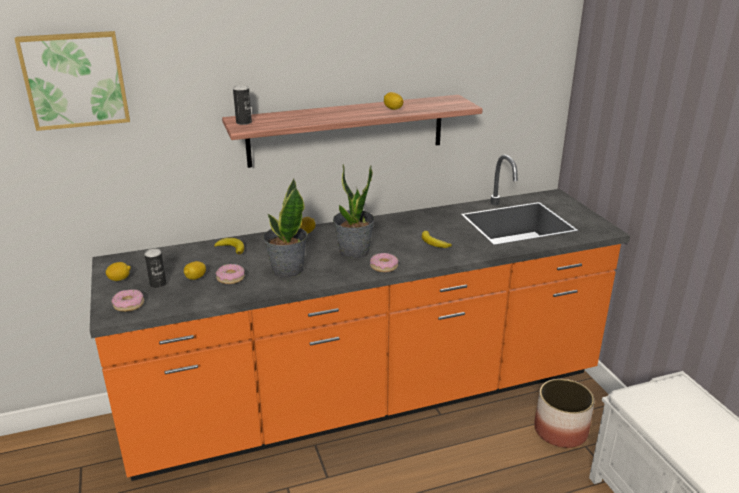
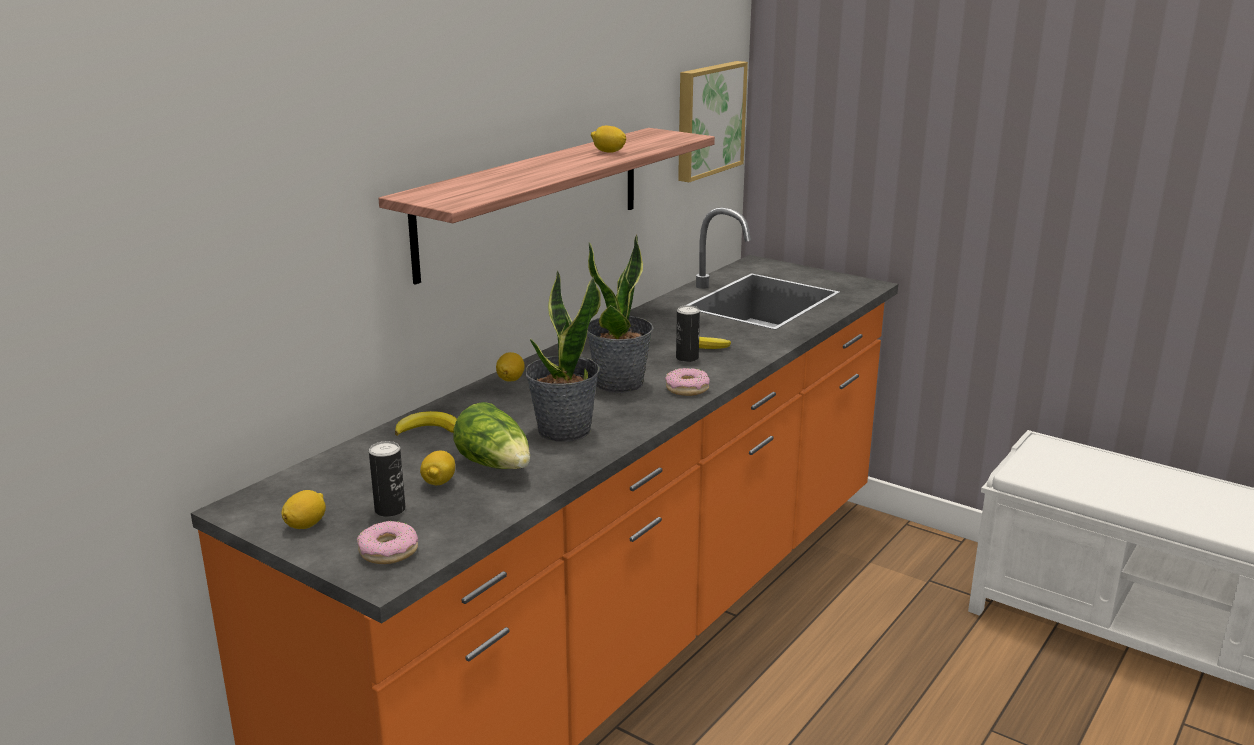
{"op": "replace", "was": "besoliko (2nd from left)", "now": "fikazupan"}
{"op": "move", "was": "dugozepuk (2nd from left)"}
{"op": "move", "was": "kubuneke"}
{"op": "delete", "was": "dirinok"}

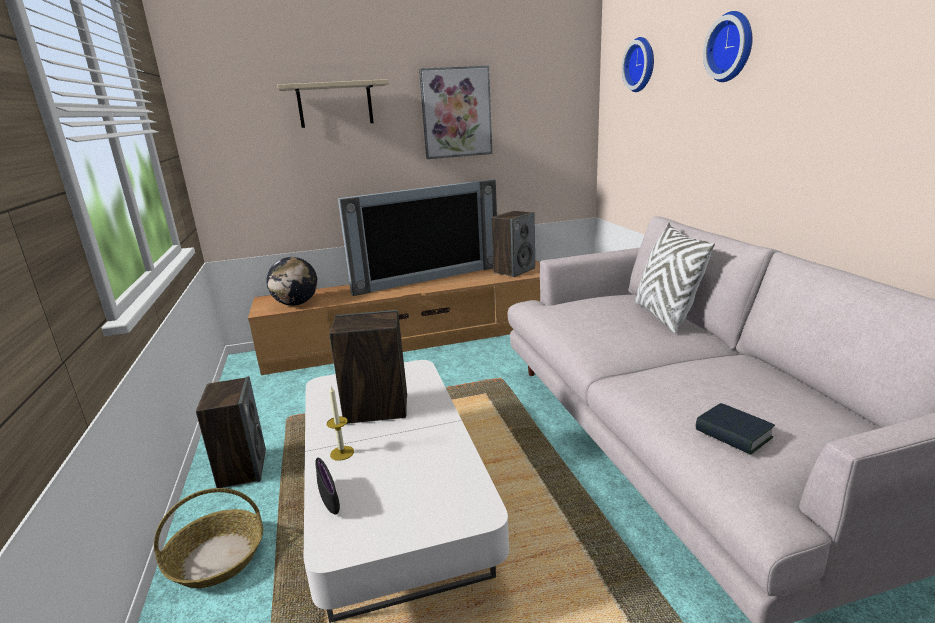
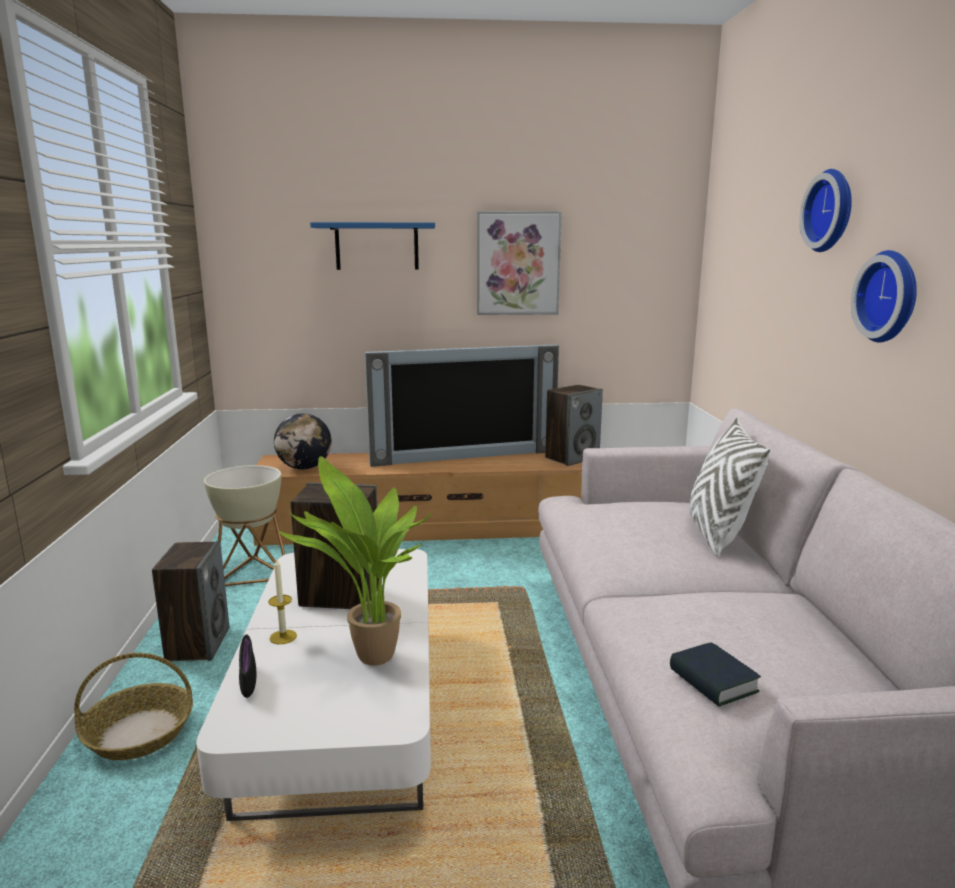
{"op": "insert", "now": "dirinok"}
{"op": "insert", "now": "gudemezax"}
{"op": "recolor", "was": "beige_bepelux", "now": "blue_bepelux"}
{"op": "move", "was": "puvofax (1st from left in the first image)", "now": "puvofax (2nd from left)"}

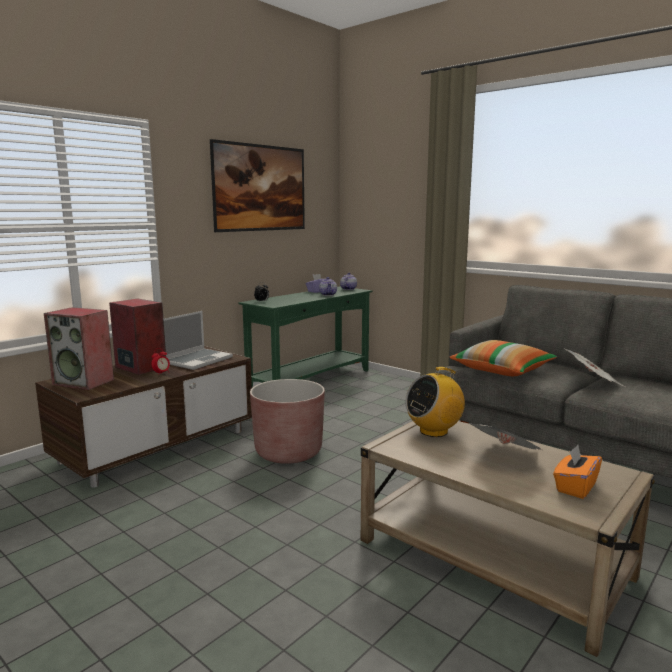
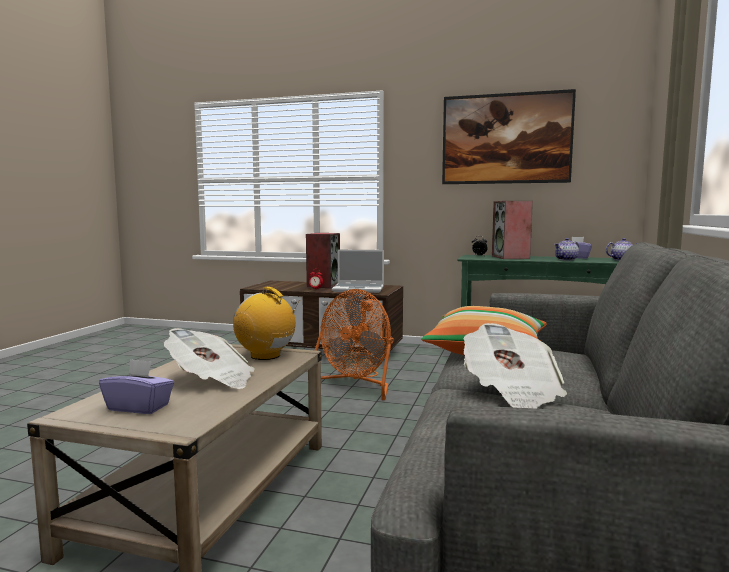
{"op": "recolor", "was": "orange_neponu", "now": "purple_neponu (1st from left)"}
{"op": "replace", "was": "brown_dirinok", "now": "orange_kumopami"}
{"op": "move", "was": "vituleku (1st from left in the first image)", "now": "vituleku (2nd from left)"}

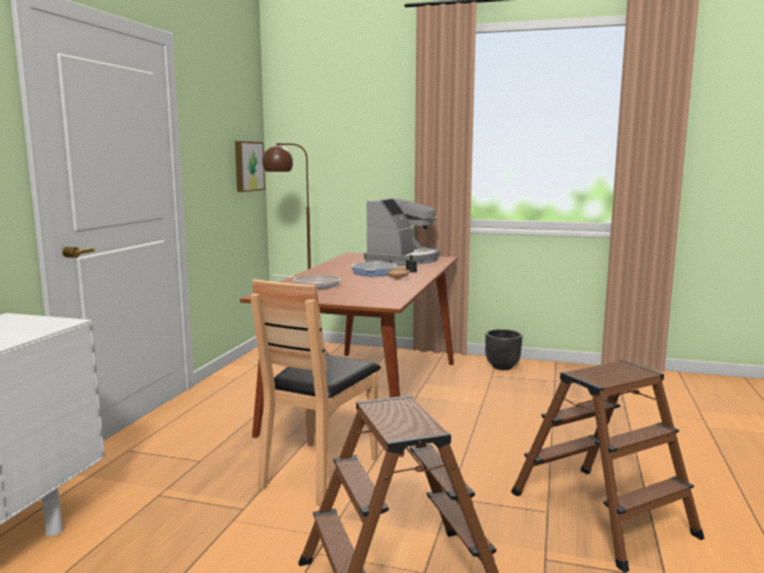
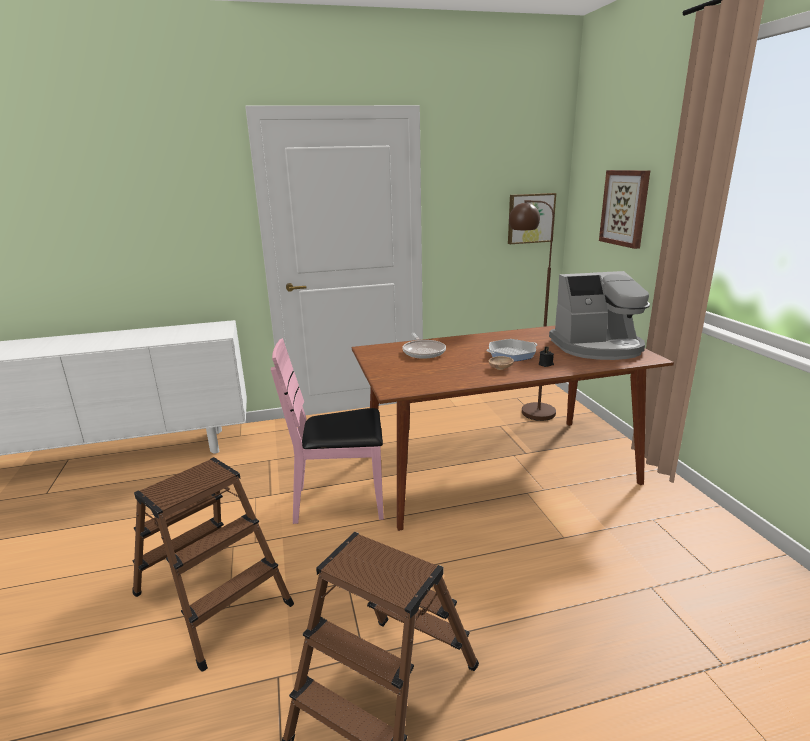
{"op": "recolor", "was": "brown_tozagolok", "now": "pink_tozagolok"}
{"op": "insert", "now": "kubuneke (2nd from left)"}
{"op": "delete", "was": "black_dirinok"}

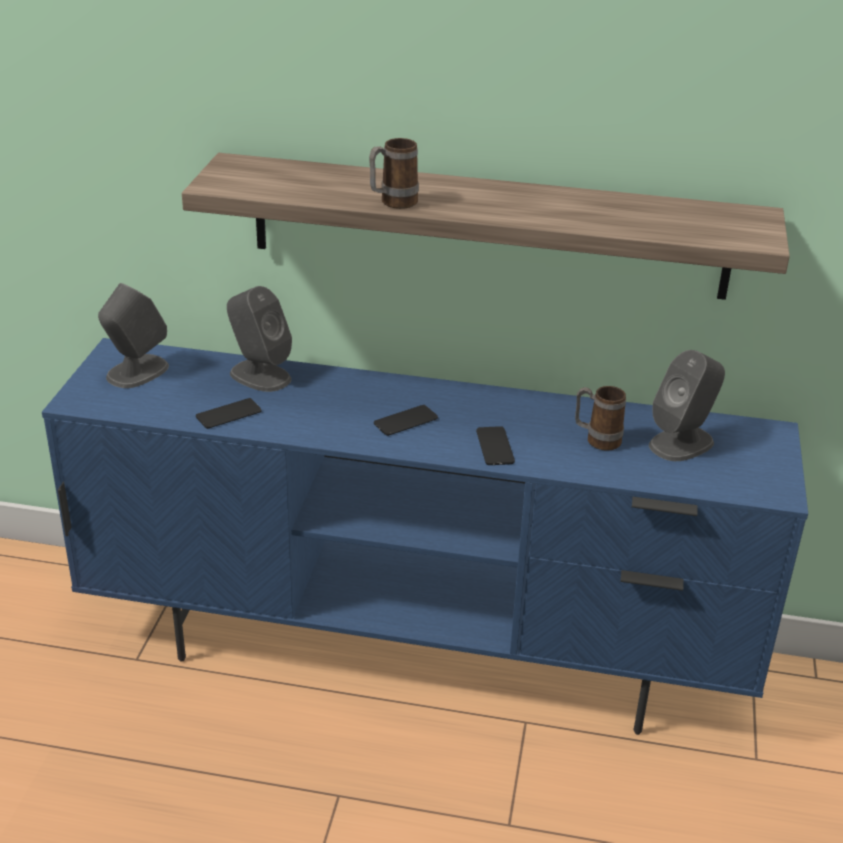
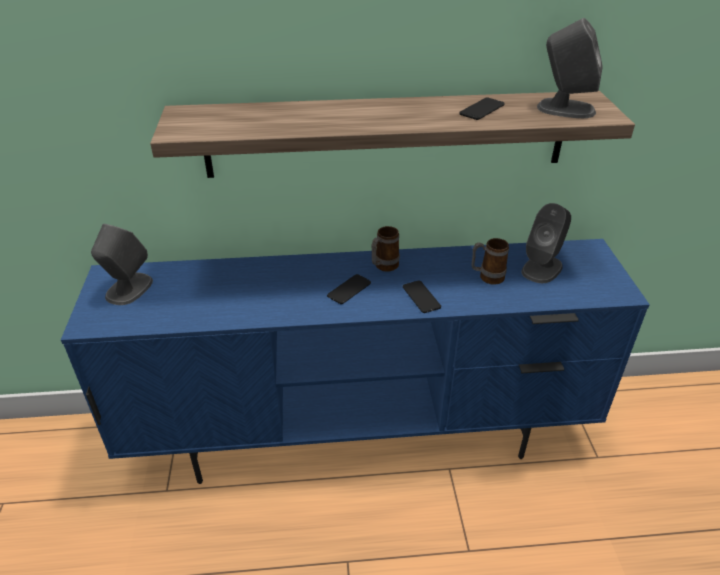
{"op": "move", "was": "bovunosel (1st from left)"}
{"op": "move", "was": "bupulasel (1st from left in the first image)", "now": "bupulasel (3rd from left)"}
{"op": "move", "was": "grey_vituleku (2nd from left in the first image)", "now": "grey_vituleku (3rd from left)"}

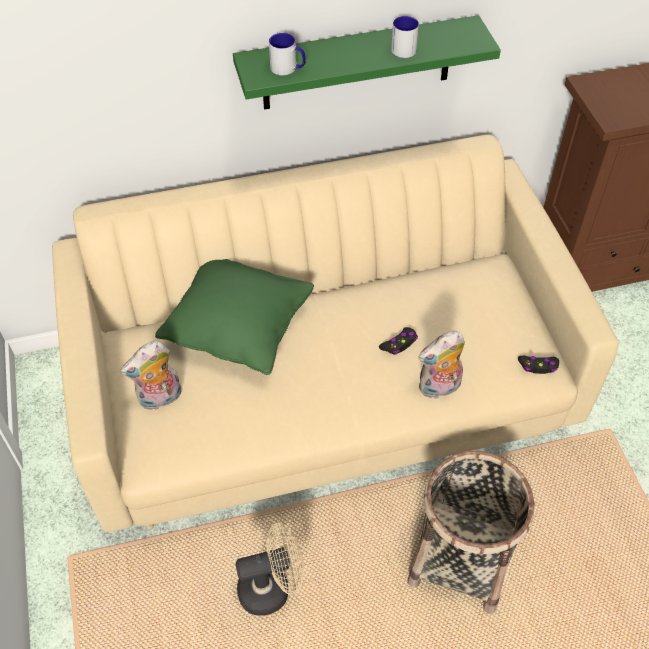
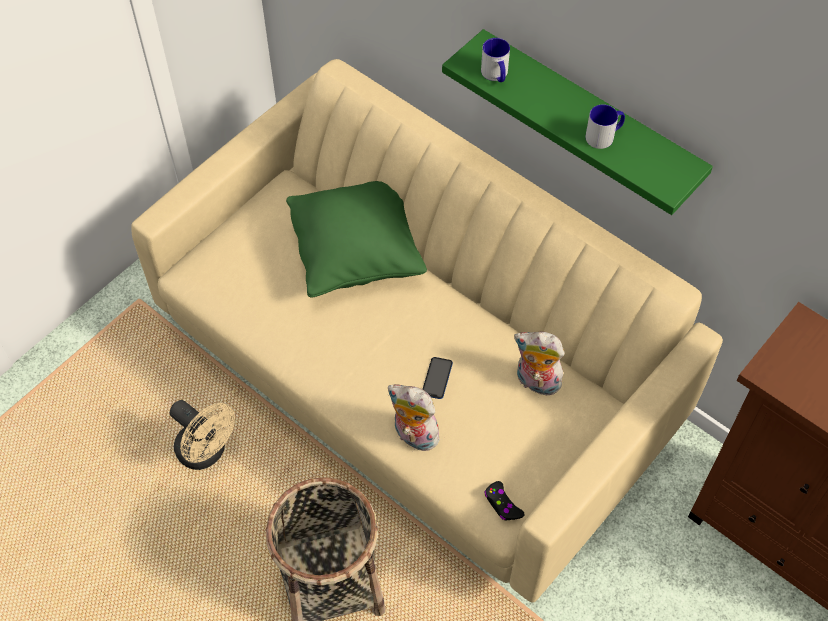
{"op": "replace", "was": "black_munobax (1st from left)", "now": "bupulasel"}
{"op": "move", "was": "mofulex (1st from left in the first image)", "now": "mofulex (2nd from left)"}

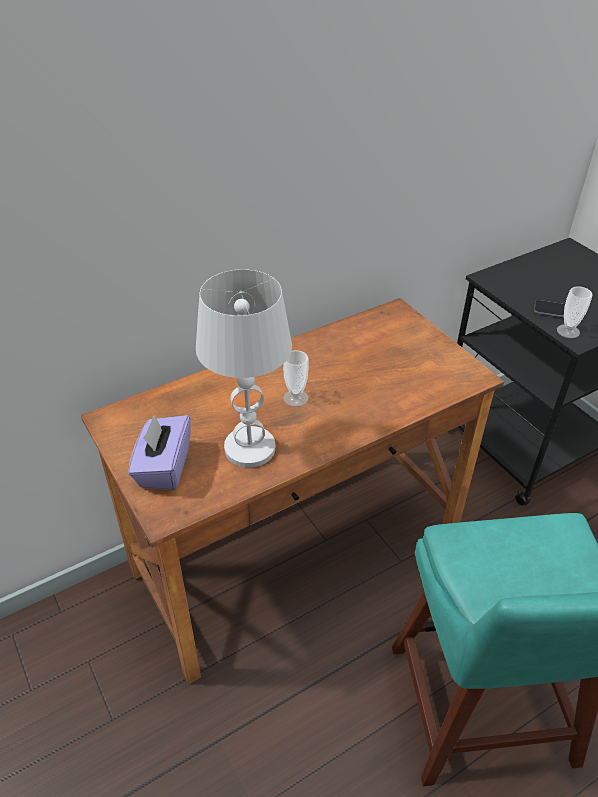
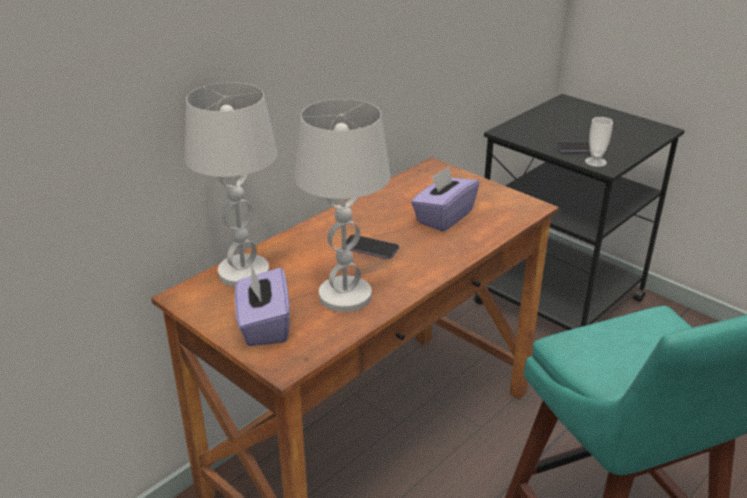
{"op": "insert", "now": "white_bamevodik (1st from left)"}
{"op": "replace", "was": "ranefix (1st from left)", "now": "bupulasel (1st from left)"}
{"op": "insert", "now": "purple_neponu (2nd from left)"}

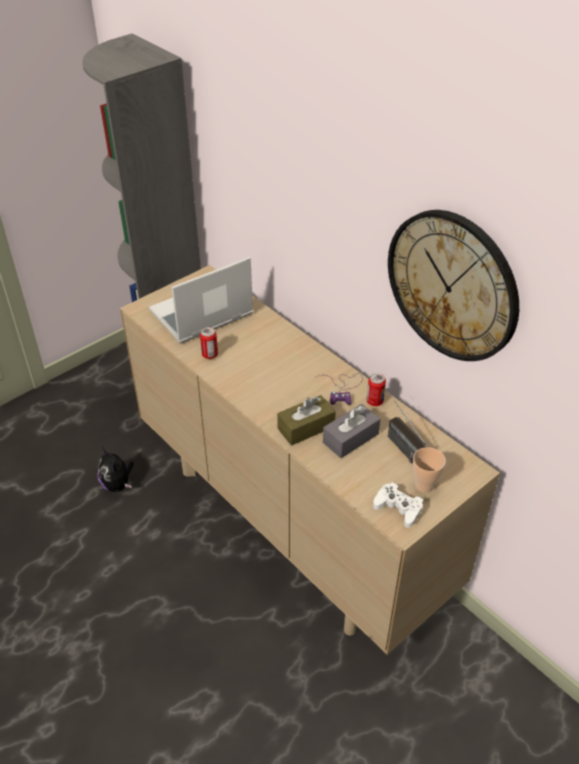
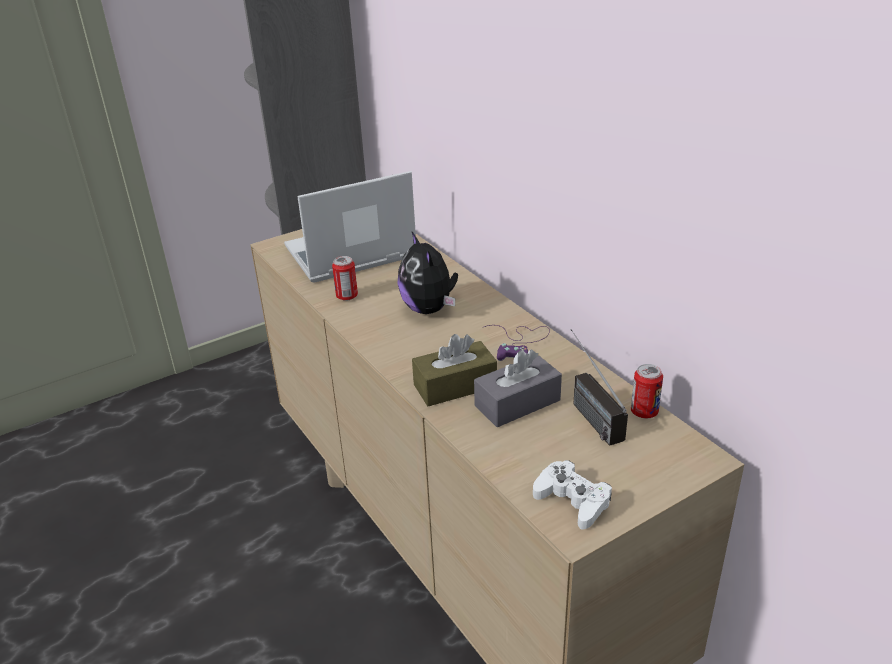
{"op": "move", "was": "mofulex"}
{"op": "move", "was": "dugozepuk (2nd from left)"}
{"op": "delete", "was": "puvofax"}
{"op": "delete", "was": "ranefix"}

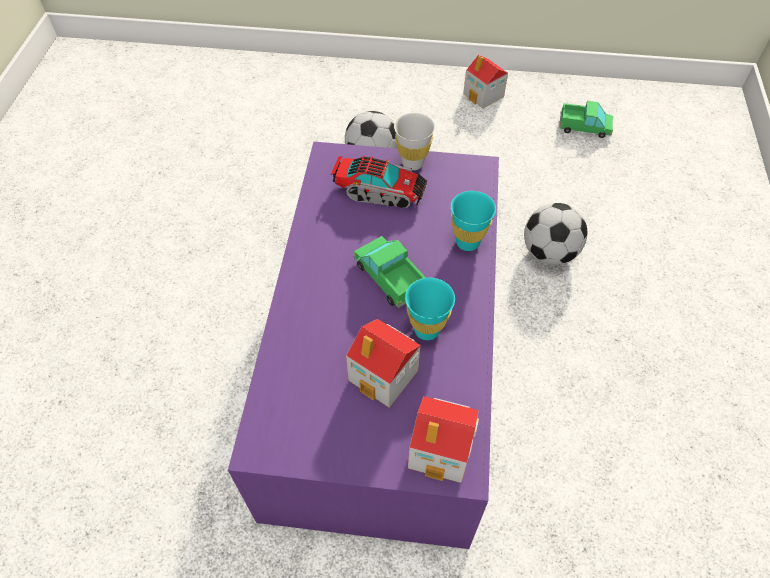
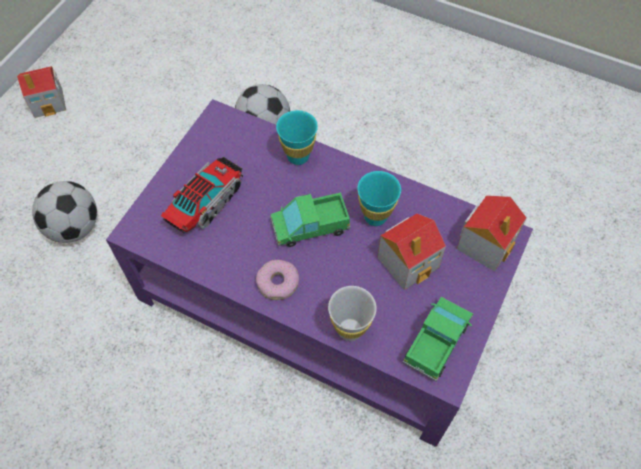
{"op": "insert", "now": "besoliko"}
{"op": "move", "was": "white_ranefix"}
{"op": "move", "was": "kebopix (3rd from left)"}

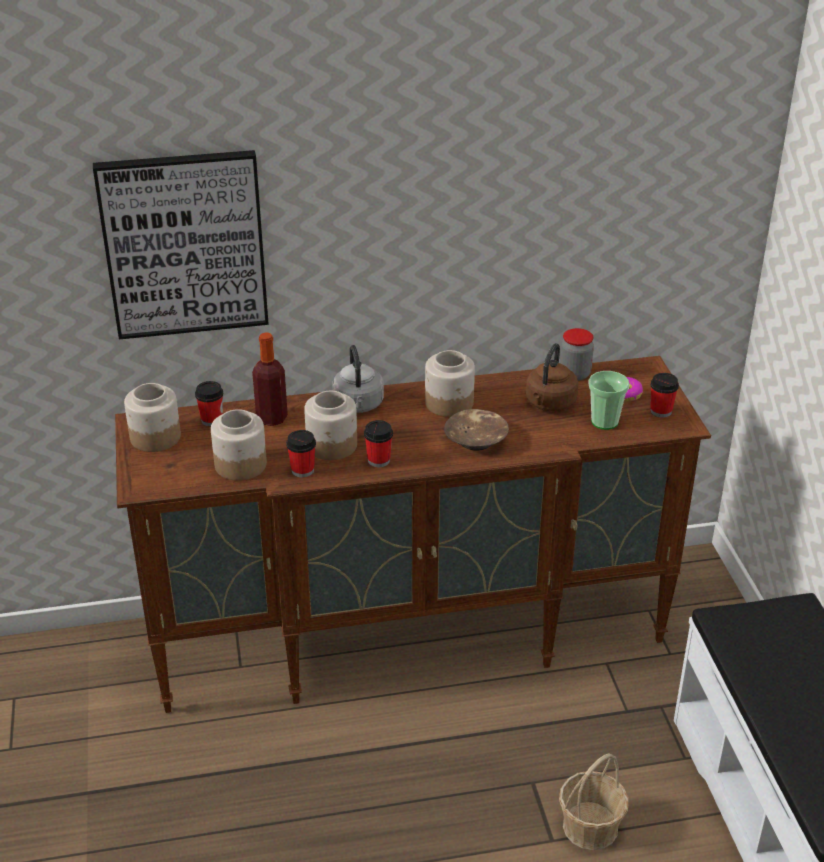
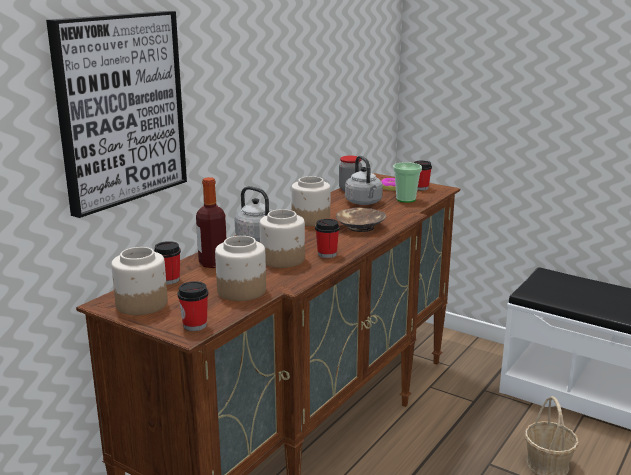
{"op": "move", "was": "ranefix (2nd from left)"}
{"op": "recolor", "was": "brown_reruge", "now": "grey_reruge (2nd from left)"}

